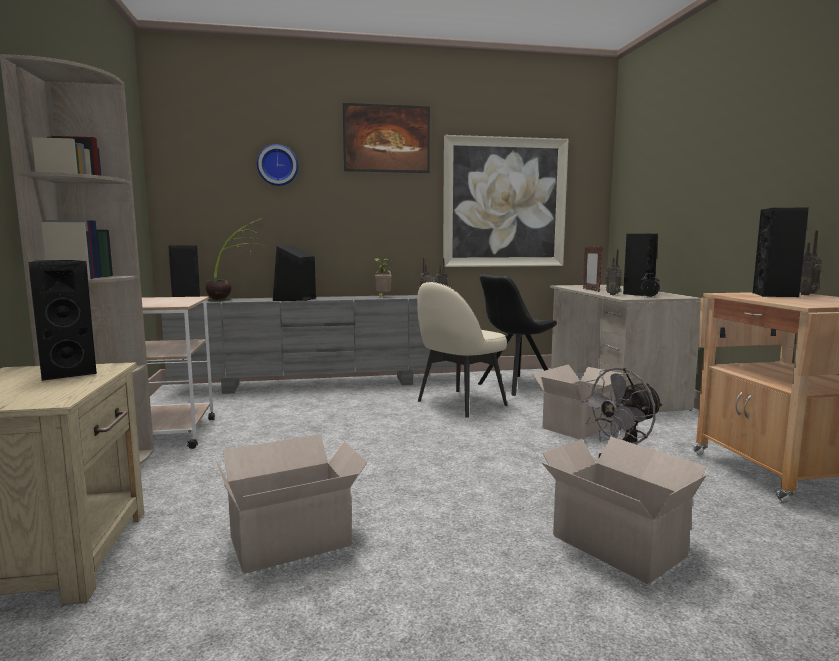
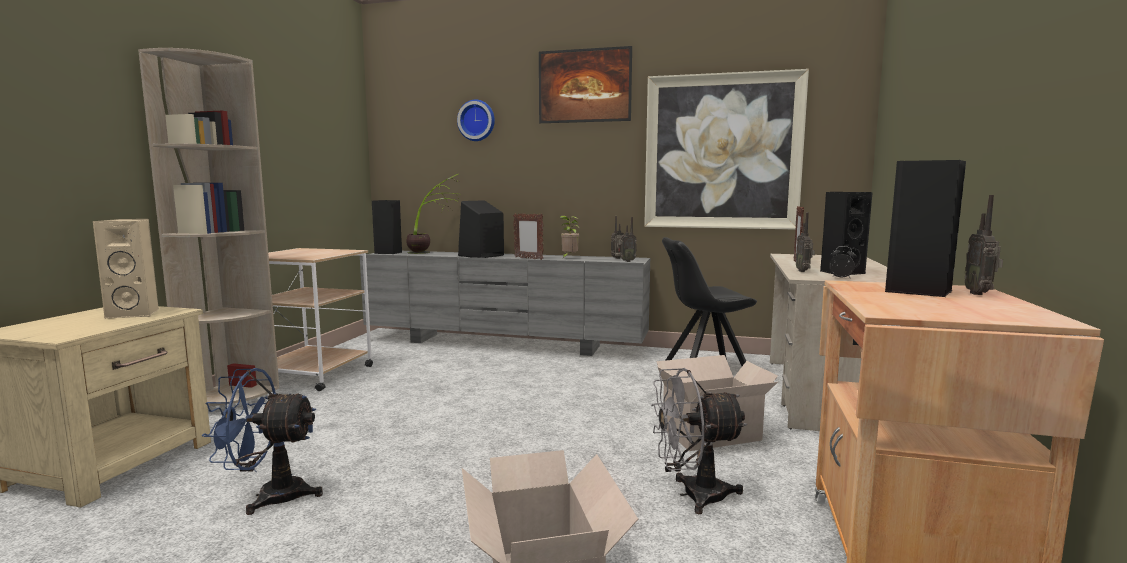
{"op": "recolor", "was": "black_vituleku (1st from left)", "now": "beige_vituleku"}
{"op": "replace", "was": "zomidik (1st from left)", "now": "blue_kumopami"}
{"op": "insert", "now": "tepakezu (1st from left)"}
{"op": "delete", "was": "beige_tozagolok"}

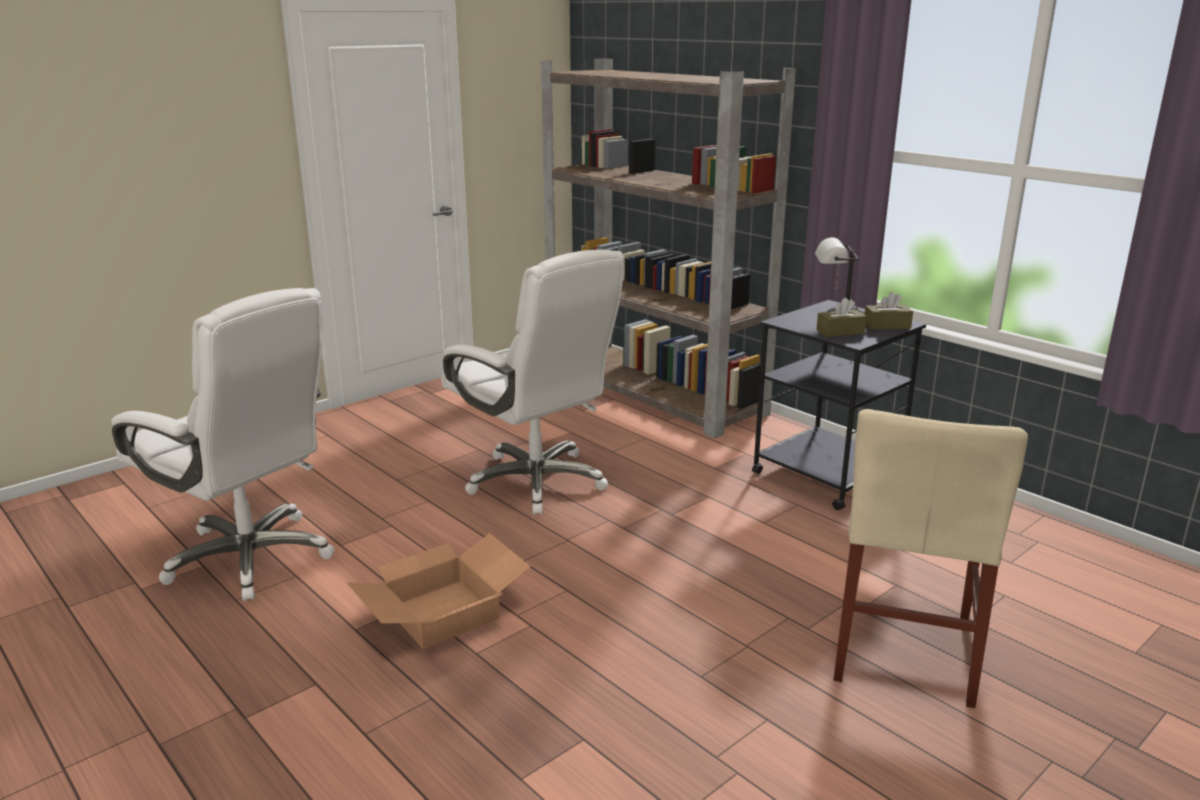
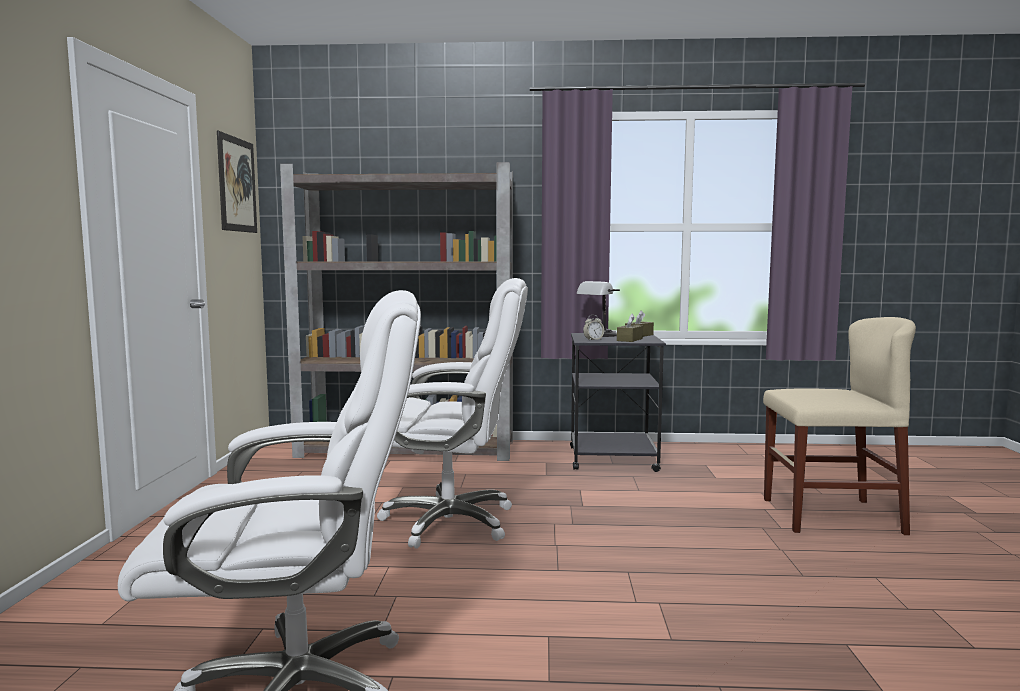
{"op": "insert", "now": "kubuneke"}
{"op": "insert", "now": "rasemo"}
{"op": "rotate", "was": "beige_tozagolok", "clockwise": -60}
{"op": "delete", "was": "zomidik"}

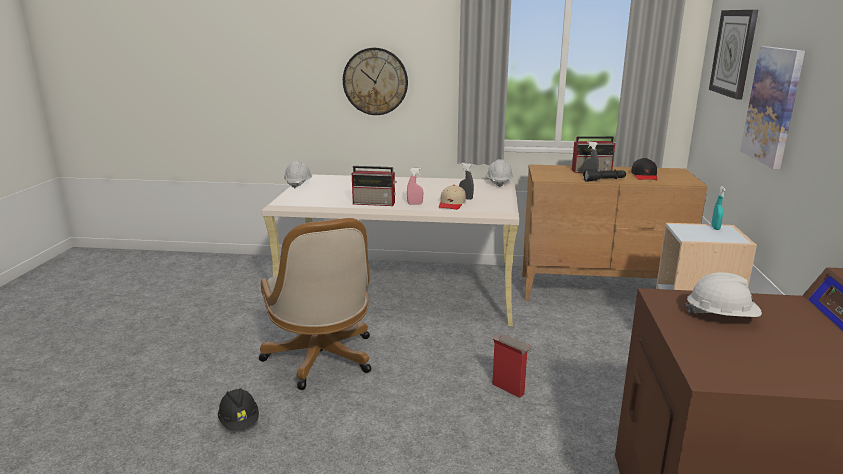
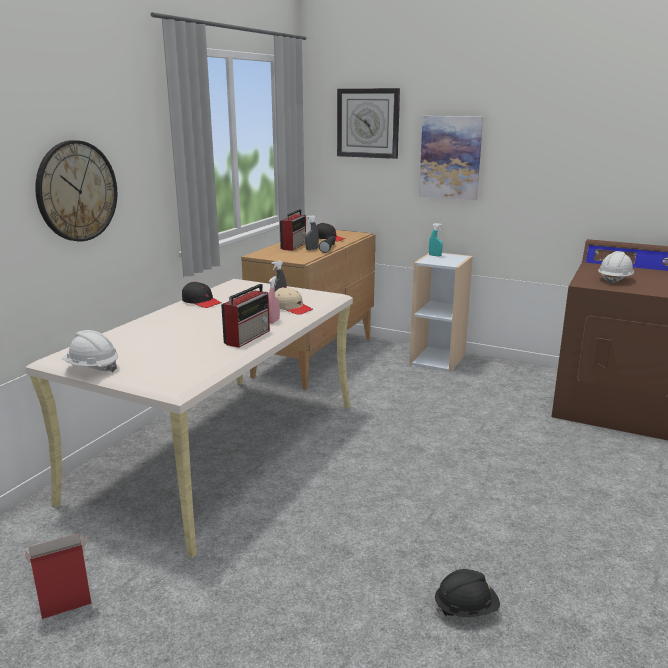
{"op": "move", "was": "zomidik"}
{"op": "insert", "now": "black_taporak (1st from left)"}
{"op": "delete", "was": "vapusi"}
{"op": "delete", "was": "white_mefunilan (2nd from left)"}

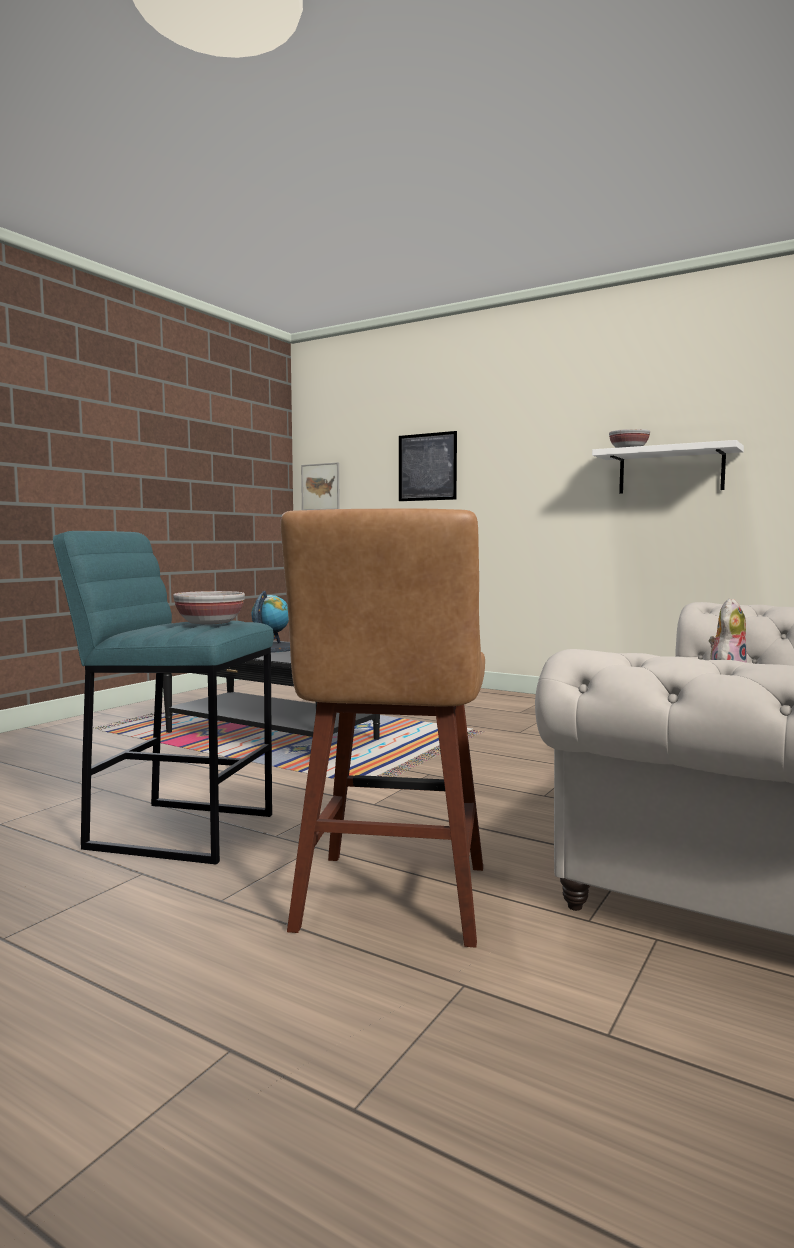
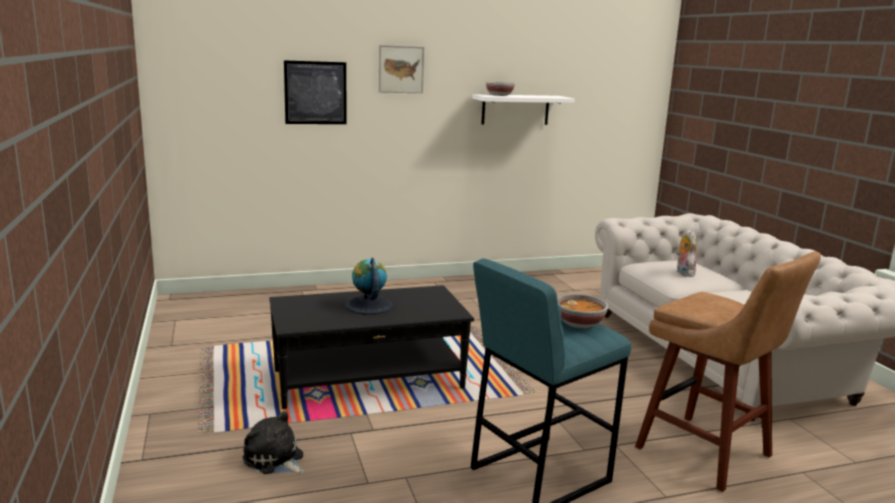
{"op": "insert", "now": "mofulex (1st from left)"}
{"op": "move", "was": "kubuneke (1st from left in the first image)", "now": "kubuneke (2nd from left)"}

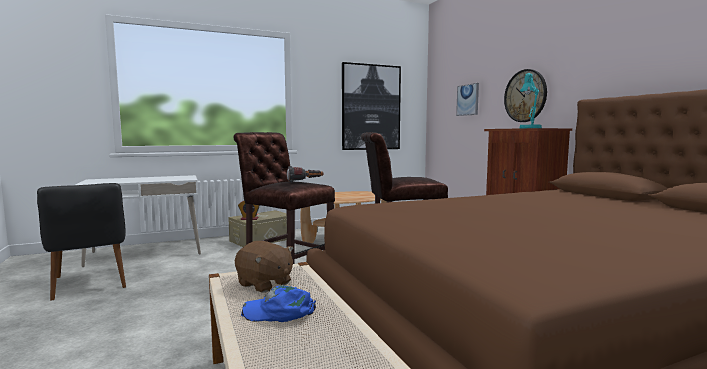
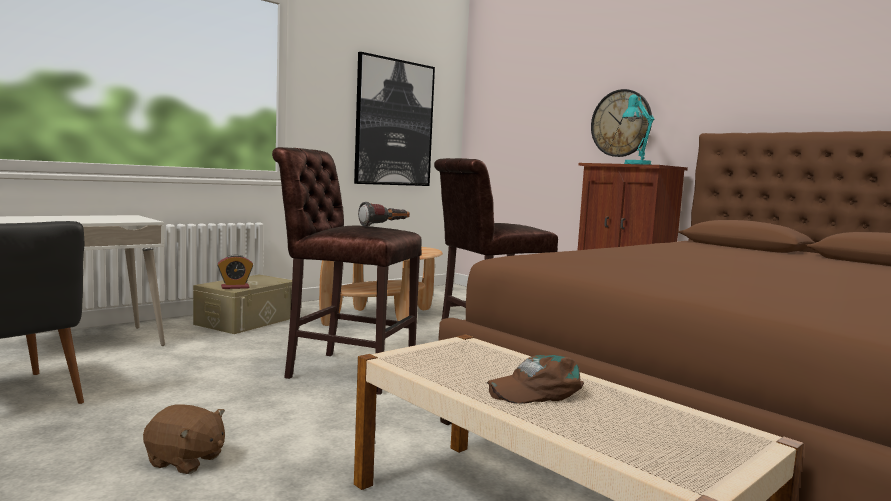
{"op": "move", "was": "brown_mofulex"}
{"op": "recolor", "was": "blue_taporak", "now": "brown_taporak"}
{"op": "delete", "was": "kubuneke (2nd from left)"}

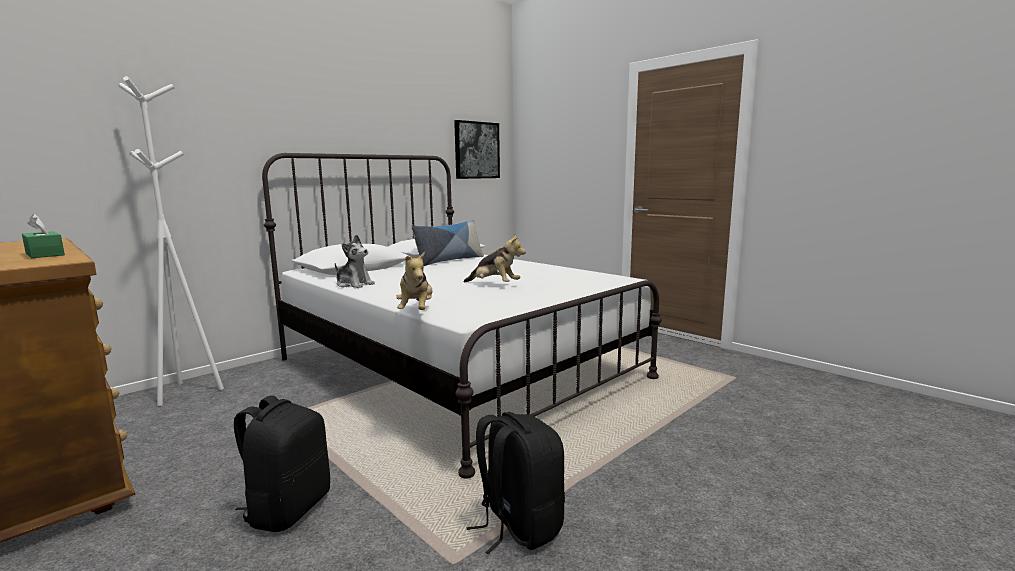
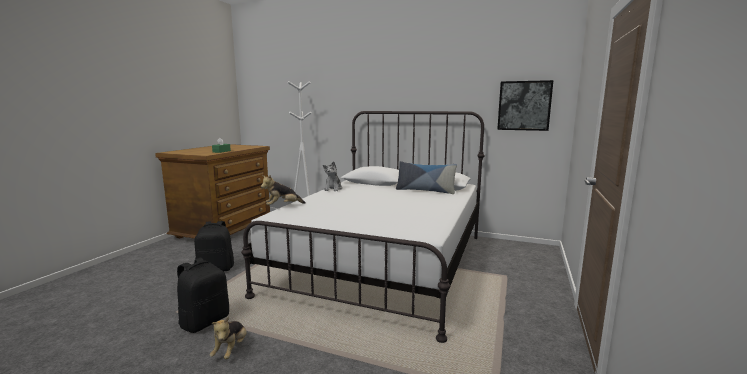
{"op": "move", "was": "mofulex (3rd from left in the first image)", "now": "mofulex (1st from left)"}

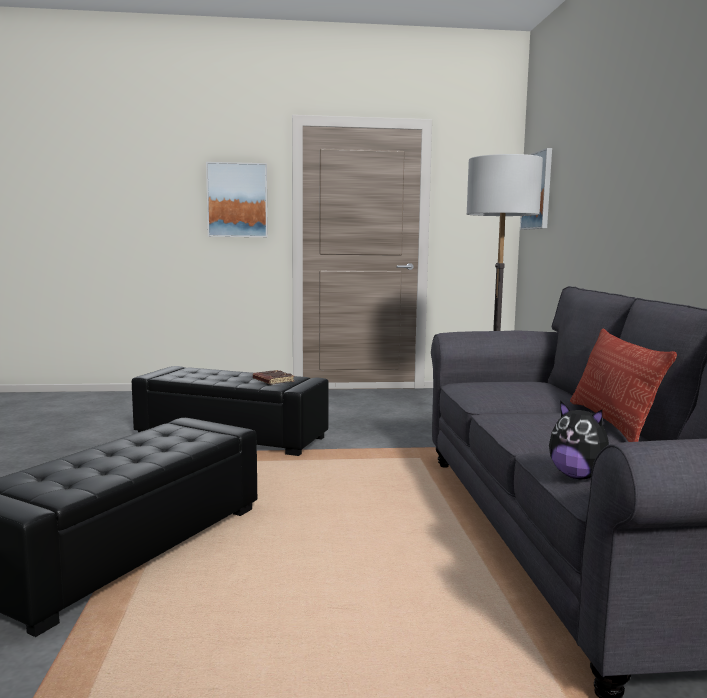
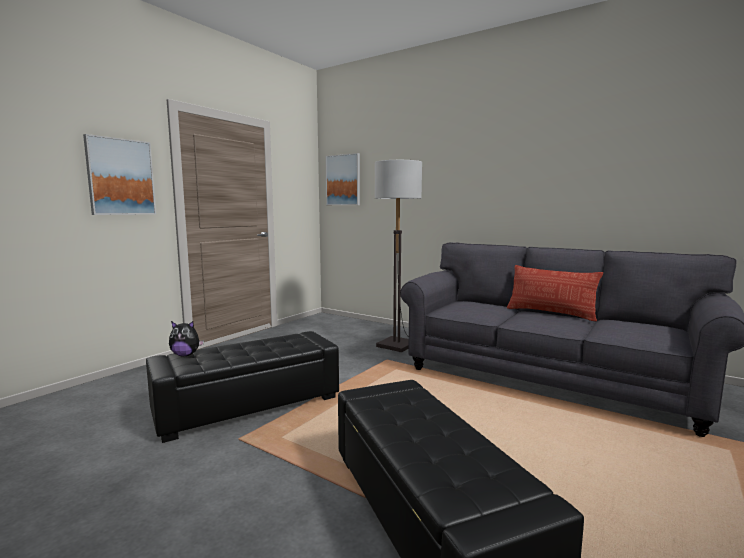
{"op": "move", "was": "mofulex"}
{"op": "delete", "was": "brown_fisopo"}

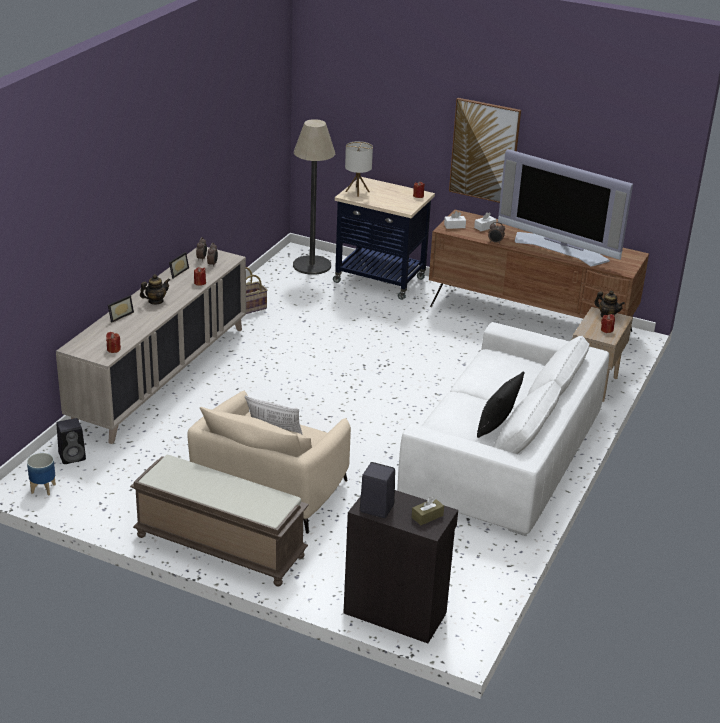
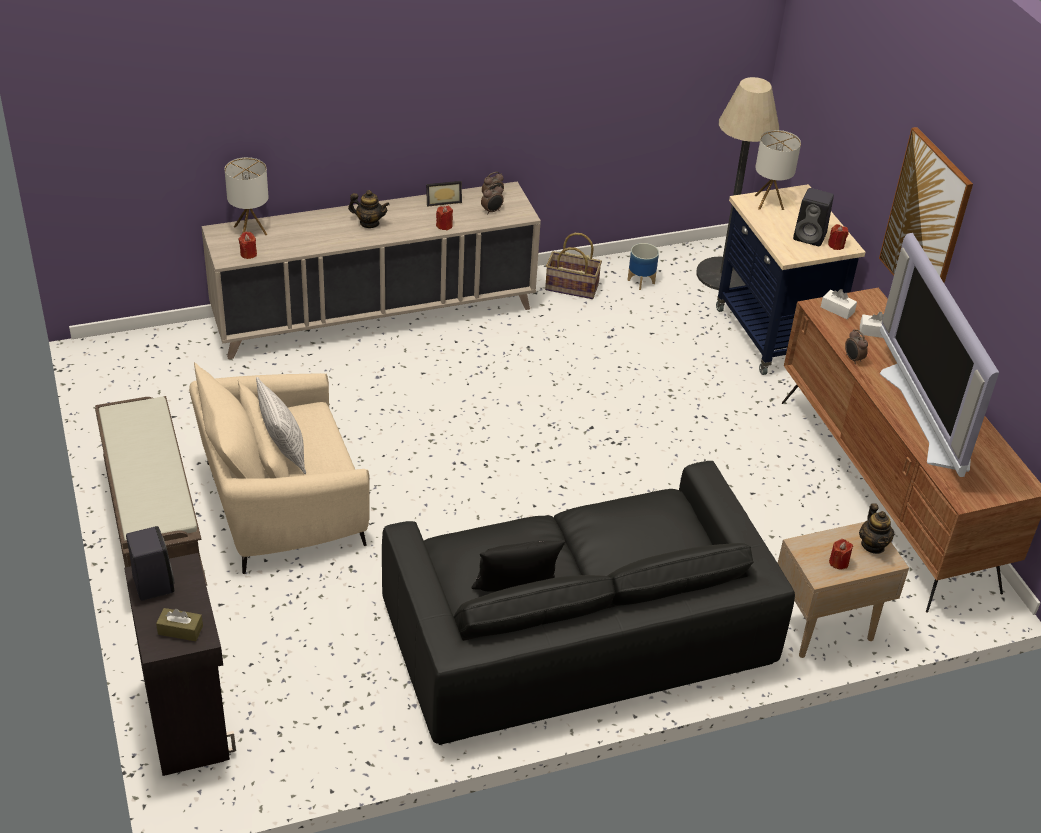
{"op": "insert", "now": "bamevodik (1st from left)"}
{"op": "recolor", "was": "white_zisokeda", "now": "black_zisokeda"}
{"op": "move", "was": "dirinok"}
{"op": "move", "was": "black_vituleku (1st from left in the first image)", "now": "black_vituleku (2nd from left)"}
{"op": "delete", "was": "tepakezu (1st from left)"}

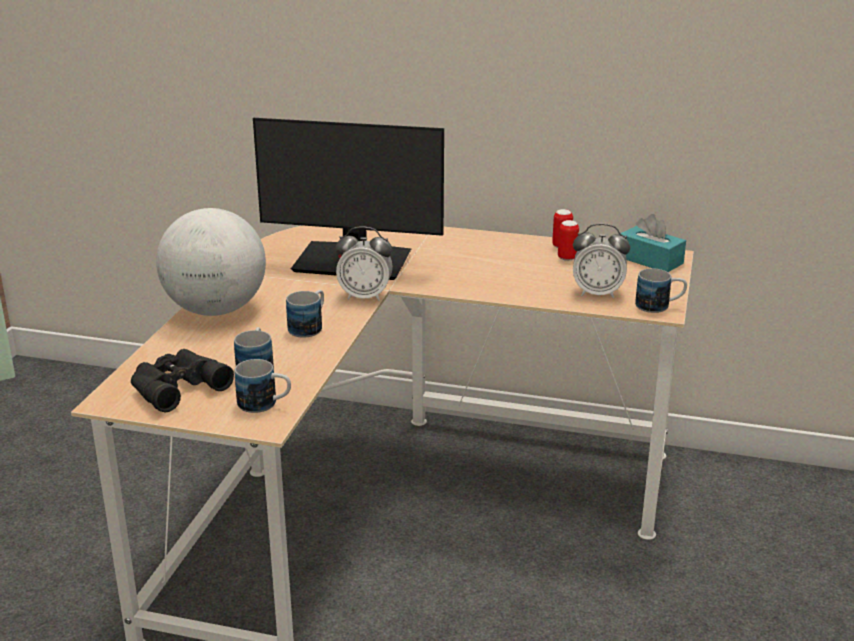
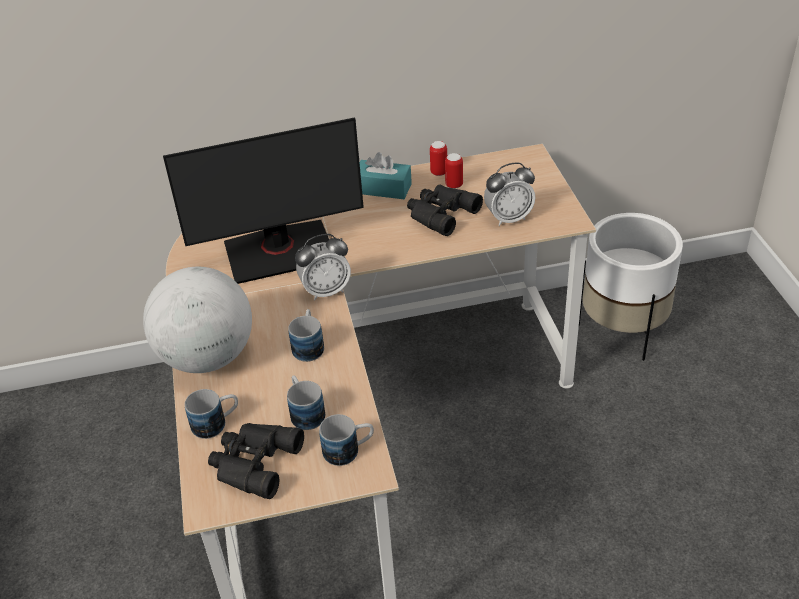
{"op": "move", "was": "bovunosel (4th from left in the first image)", "now": "bovunosel (1st from left)"}
{"op": "move", "was": "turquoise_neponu"}
{"op": "insert", "now": "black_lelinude (2nd from left)"}
{"op": "insert", "now": "white_dirinok"}

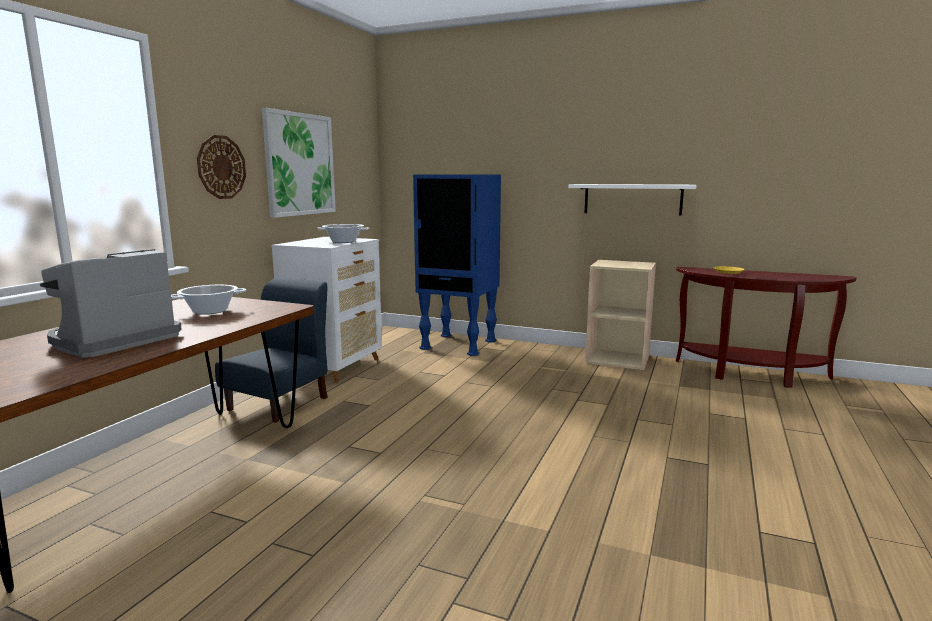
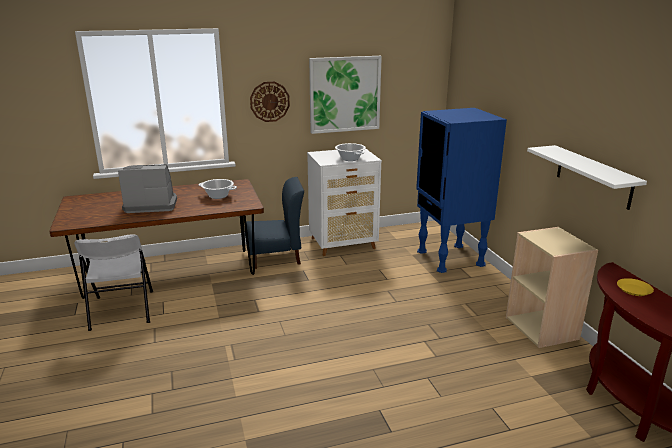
{"op": "insert", "now": "white_tozagolok"}

